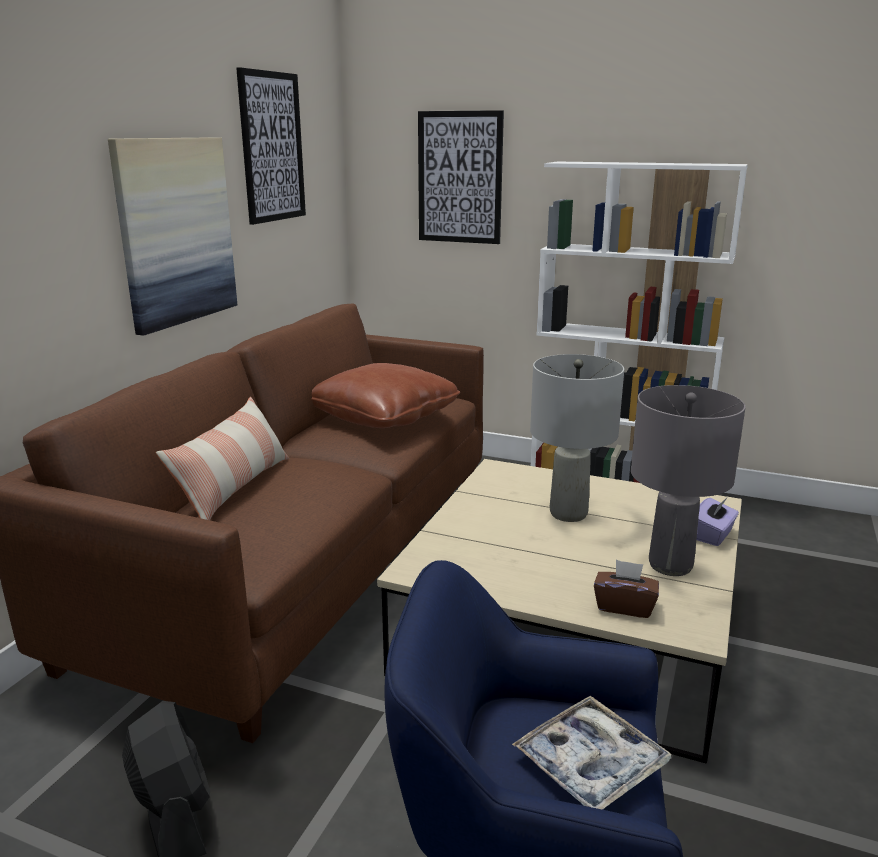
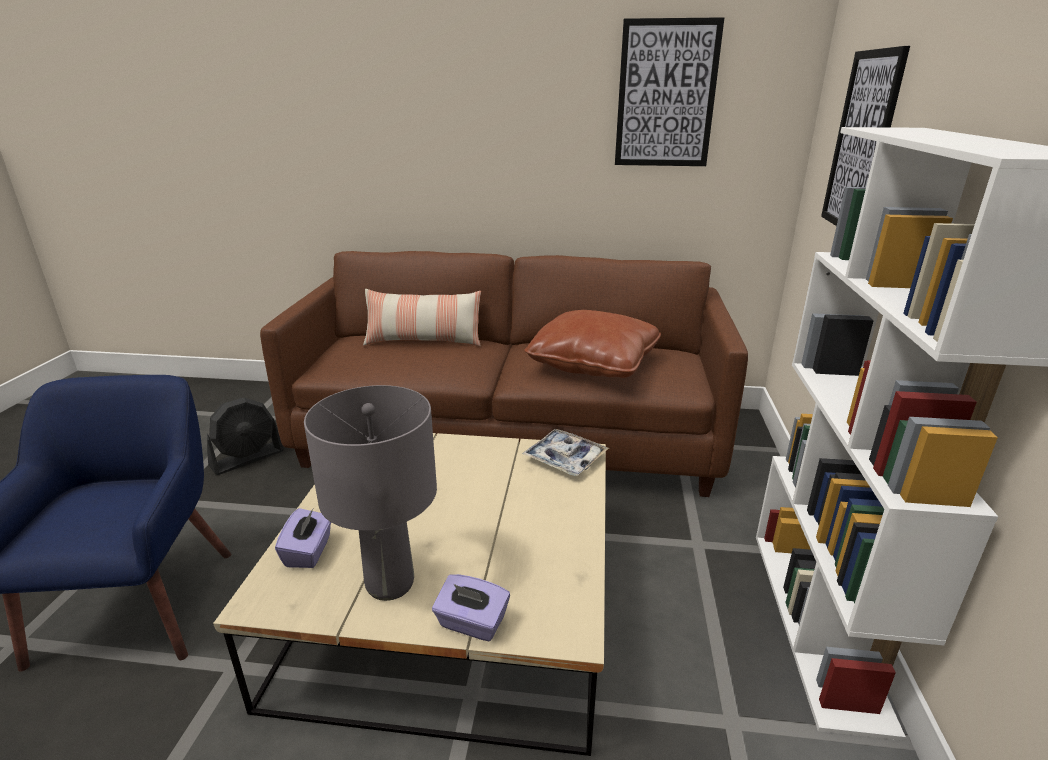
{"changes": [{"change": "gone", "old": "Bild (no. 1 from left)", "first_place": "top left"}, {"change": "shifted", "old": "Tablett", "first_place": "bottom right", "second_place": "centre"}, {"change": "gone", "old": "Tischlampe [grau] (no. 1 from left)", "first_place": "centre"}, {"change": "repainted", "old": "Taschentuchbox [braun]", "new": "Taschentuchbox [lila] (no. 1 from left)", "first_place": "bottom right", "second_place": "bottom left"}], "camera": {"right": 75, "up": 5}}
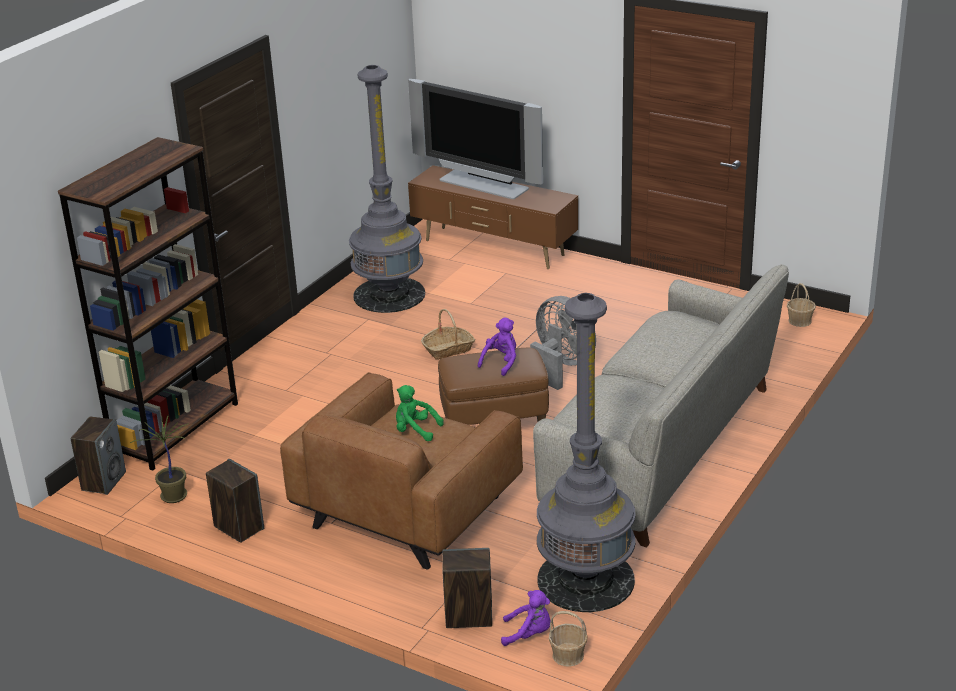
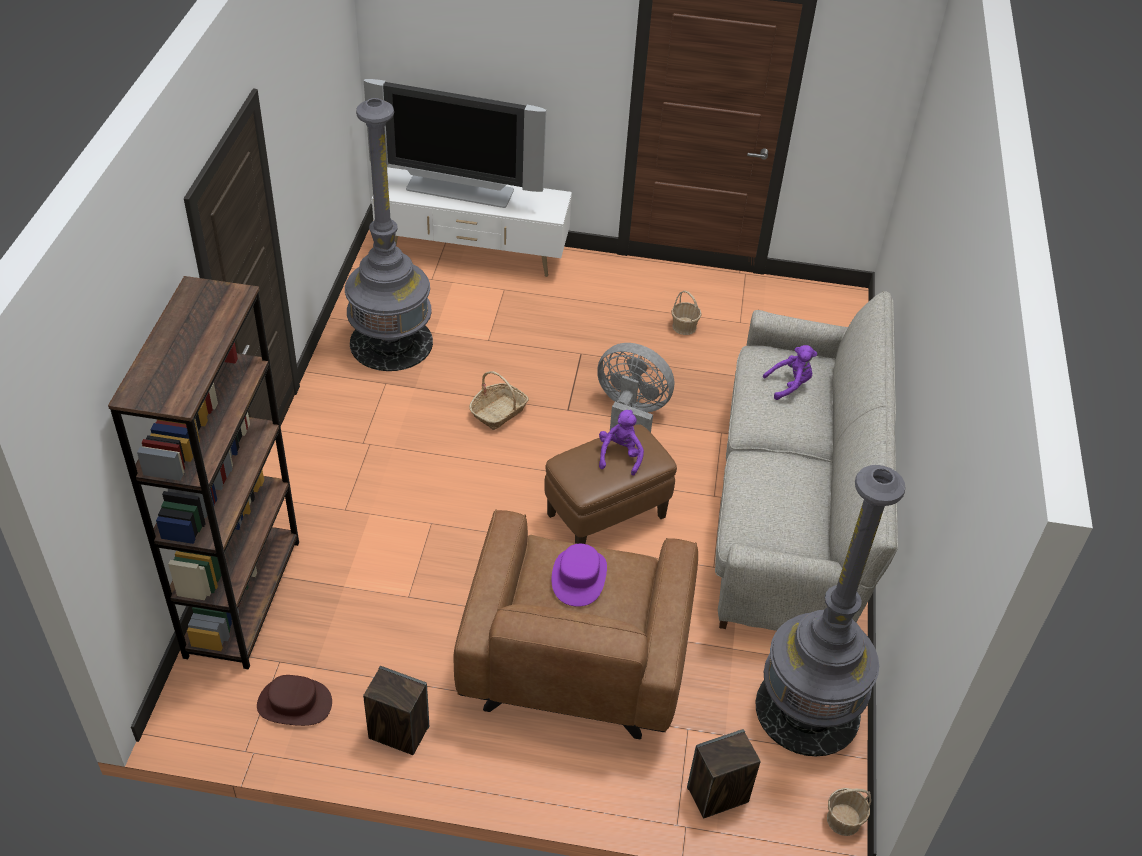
{"changes": [{"change": "gone", "old": "Lautsprecher (no. 1 from left)", "first_place": "middle left"}, {"change": "swapped", "old": "Topfpflanze", "new": "Hut [braun]", "first_place": "middle left", "second_place": "bottom left"}, {"change": "swapped", "old": "Plüschtier [grün]", "new": "Hut [lila]", "first_place": "centre", "second_place": "bottom centre"}, {"change": "repainted", "old": "Fernsehschrank [braun]", "new": "Fernsehschrank [weiß]", "first_place": "top centre", "second_place": "top centre"}, {"change": "shifted", "old": "Plüschtier [lila] (no. 2 from left)", "first_place": "bottom centre", "second_place": "middle right"}, {"change": "shifted", "old": "Korb (no. 3 from left in the first image)", "new": "Korb (no. 2 from left)", "first_place": "middle right", "second_place": "centre"}], "camera": {"right": -25, "up": 15}}
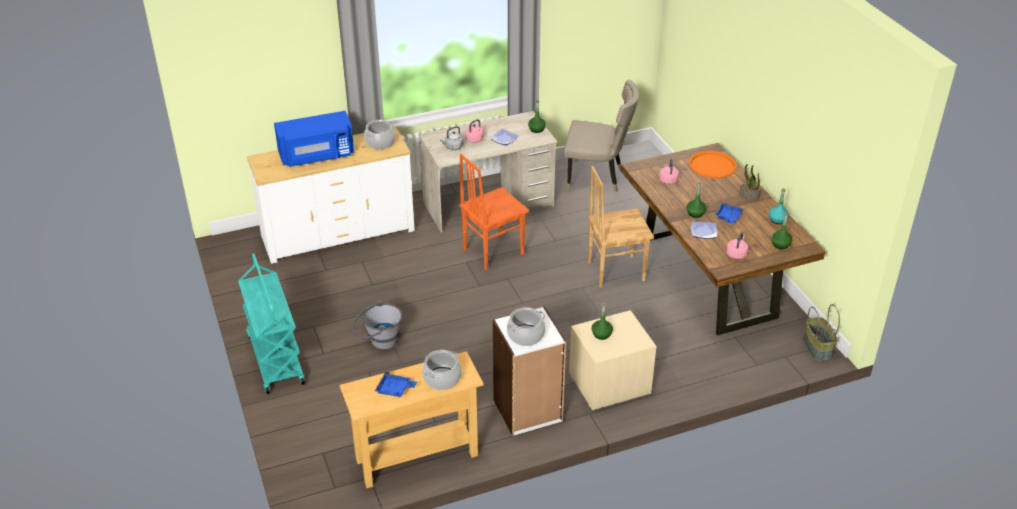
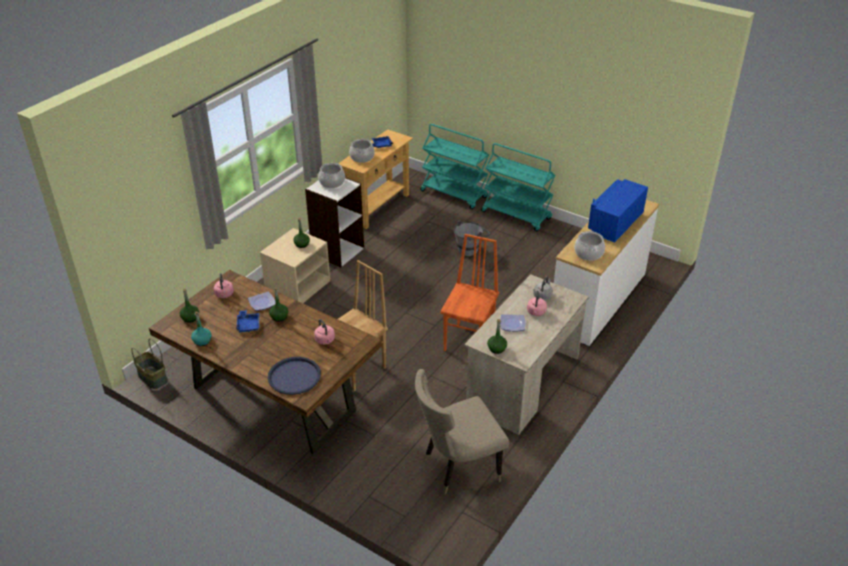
{"changes": [{"change": "repainted", "old": "Tablett [orange]", "new": "Tablett [blau] (no. 2 from left)", "first_place": "top right", "second_place": "centre"}, {"change": "gone", "old": "Topfpflanze", "first_place": "middle right"}, {"change": "new", "new": "Rollwagen [türkis] (no. 1 from left)", "second_place": "top centre"}], "camera": {"right": 145, "up": 0}}
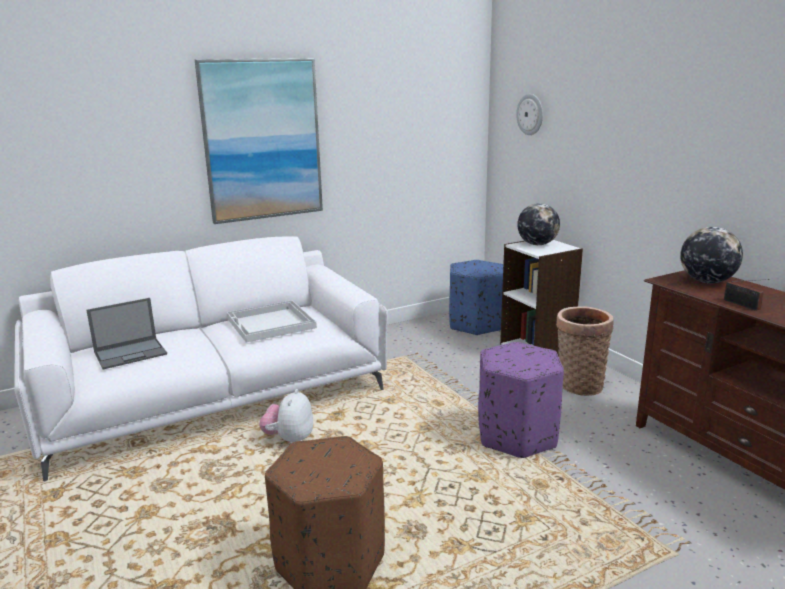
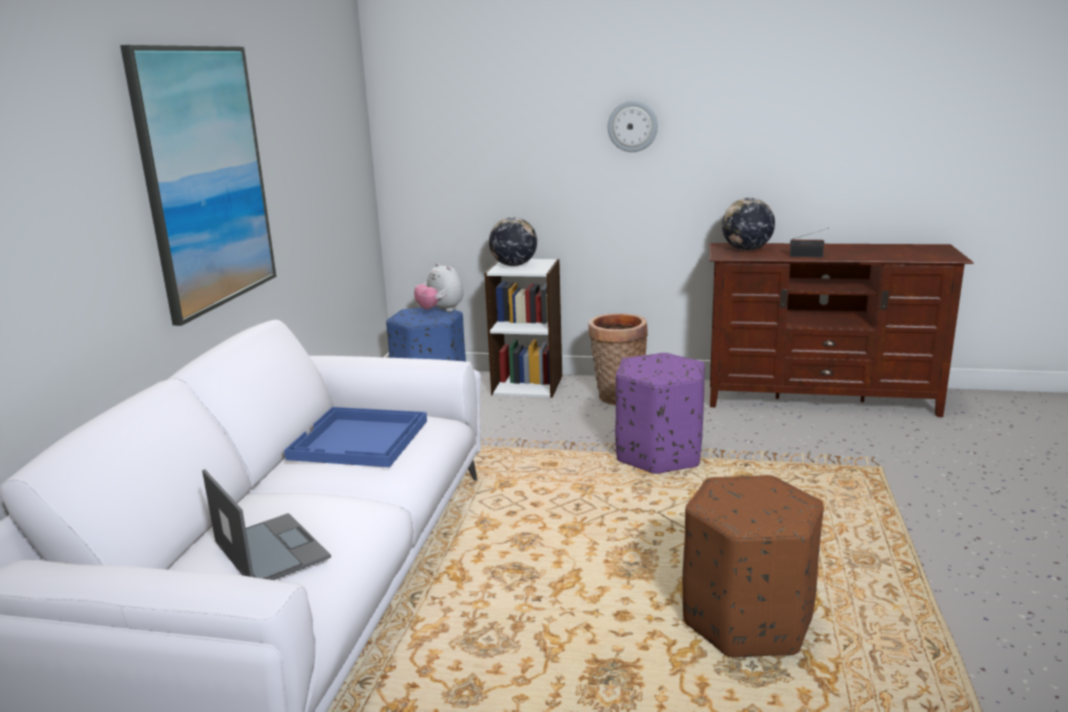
{"changes": [{"change": "rotated", "old": "Laptop", "first_place": "middle left", "second_place": "bottom left", "degrees": -45}, {"change": "repainted", "old": "Tablett [weiß]", "new": "Tablett [blau]", "first_place": "centre", "second_place": "middle left"}, {"change": "shifted", "old": "Plüschtier", "first_place": "bottom centre", "second_place": "centre"}, {"change": "shifted", "old": "Wanduhr", "first_place": "top right", "second_place": "top centre"}], "camera": {"right": -50, "up": 0}}
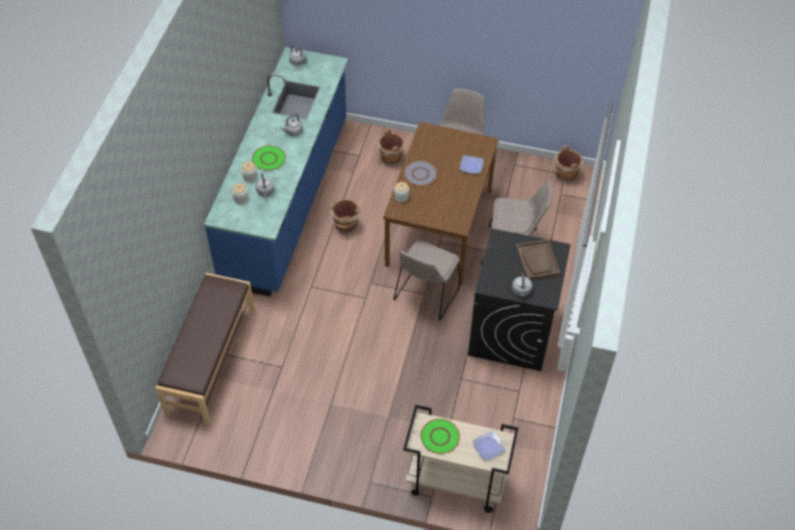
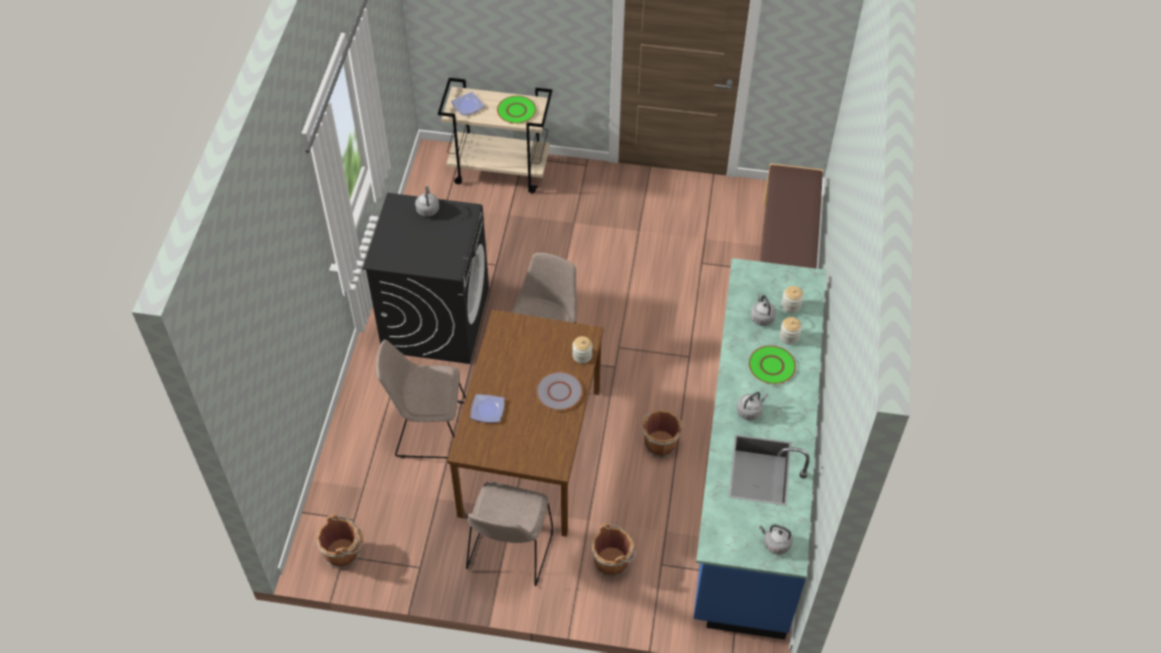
{"changes": [{"change": "gone", "old": "Tablett [braun]", "first_place": "middle right"}], "camera": {"right": 175, "up": 0}}
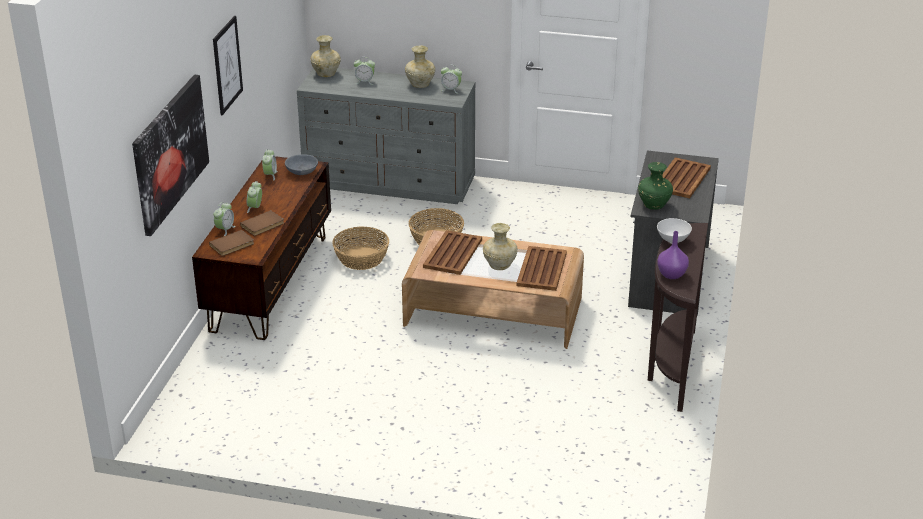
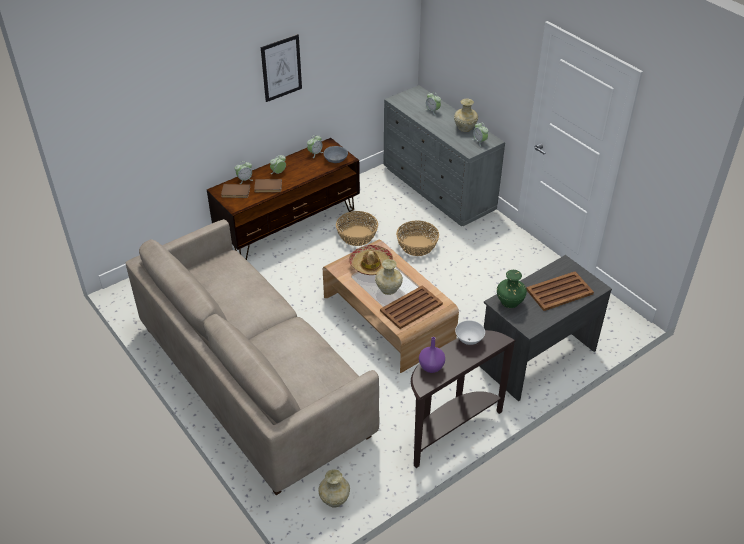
{"changes": [{"change": "gone", "old": "Bild (no. 1 from left)", "first_place": "top left"}, {"change": "shifted", "old": "Vase [beige] (no. 1 from left)", "first_place": "top centre", "second_place": "bottom centre"}, {"change": "swapped", "old": "Tablett [braun] (no. 1 from left)", "new": "Hut", "first_place": "centre", "second_place": "centre"}, {"change": "new", "new": "Sofa [beige]", "second_place": "centre"}], "camera": {"right": 40, "up": 10}}
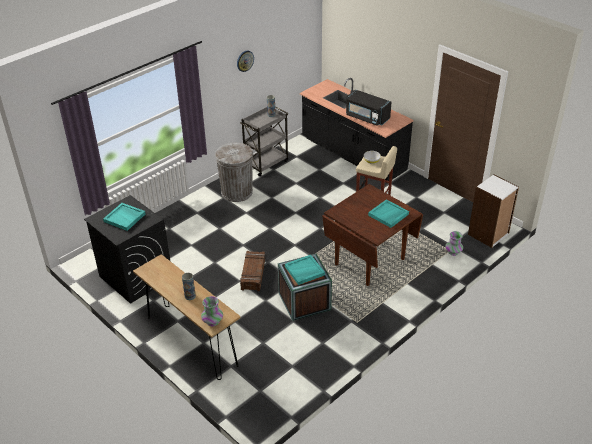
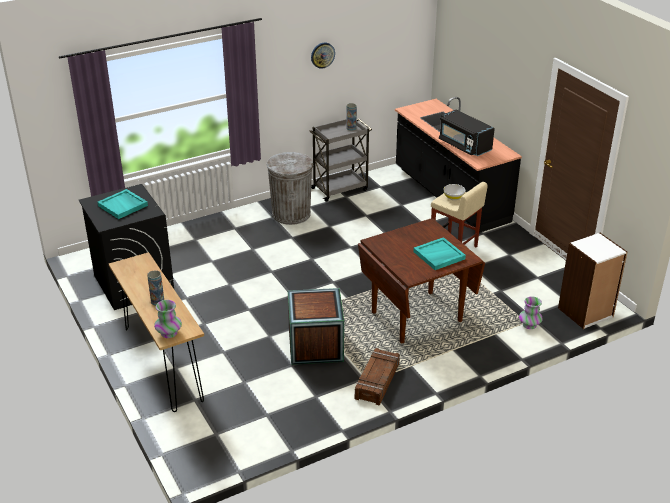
{"changes": [{"change": "shifted", "old": "Kiste (no. 1 from left in the first image)", "new": "Kiste (no. 2 from left)", "first_place": "centre", "second_place": "bottom centre"}, {"change": "gone", "old": "Tablett [türkis] (no. 2 from left)", "first_place": "centre"}], "camera": {"right": 15, "up": -5}}
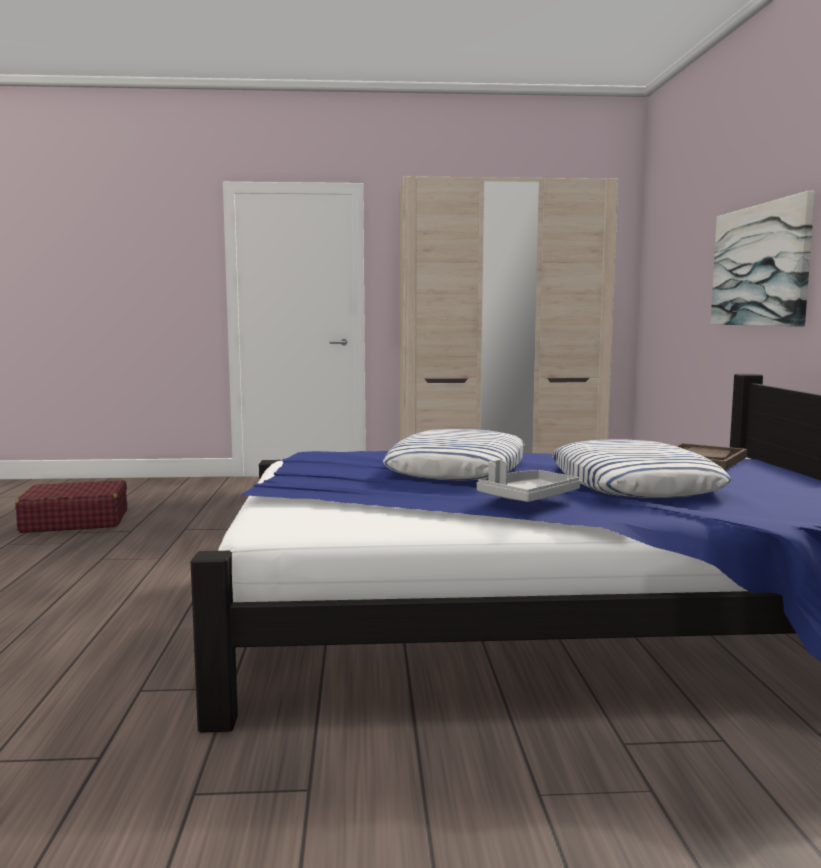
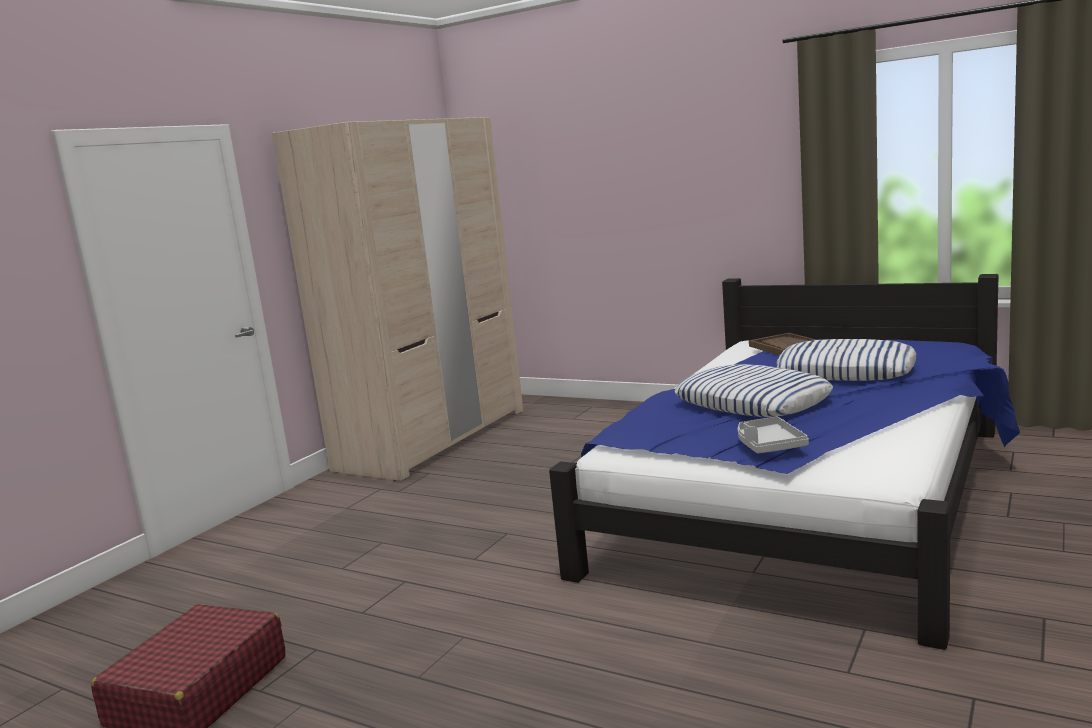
{"changes": [{"change": "shifted", "old": "Tablett [grau]", "first_place": "centre", "second_place": "middle right"}, {"change": "gone", "old": "Bild", "first_place": "top right"}], "camera": {"right": -55, "up": 5}}
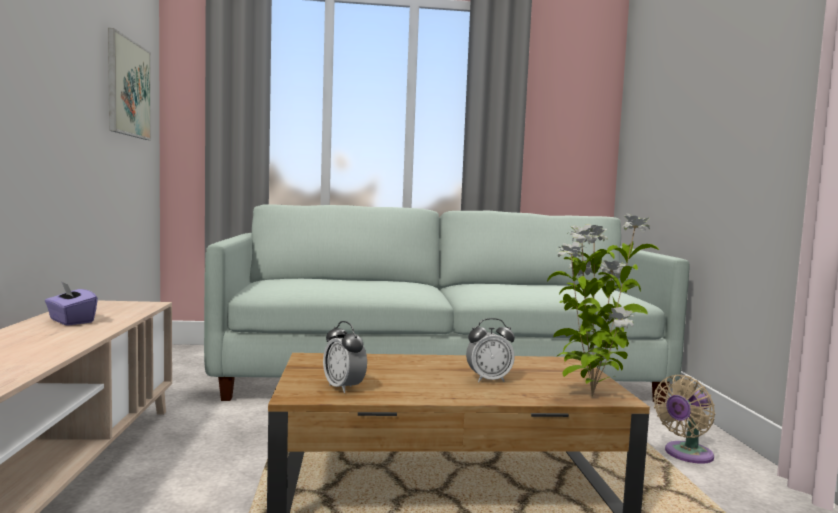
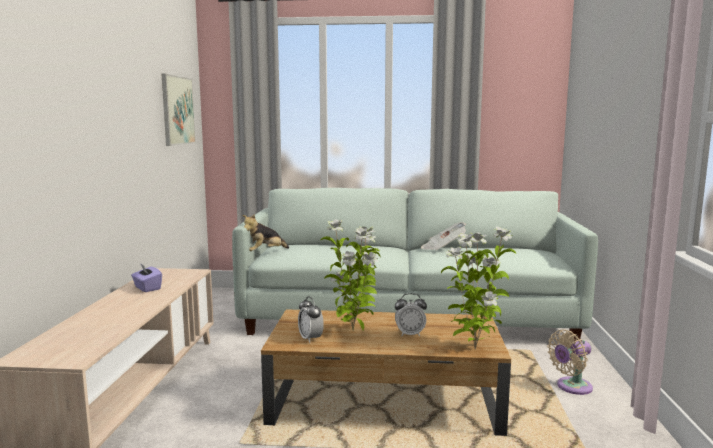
{"changes": [{"change": "new", "new": "Plüschtier", "second_place": "centre"}, {"change": "new", "new": "Topfpflanze (no. 1 from left)", "second_place": "centre"}, {"change": "new", "new": "Zeitung", "second_place": "centre"}], "camera": {"right": 10, "up": 5}}
